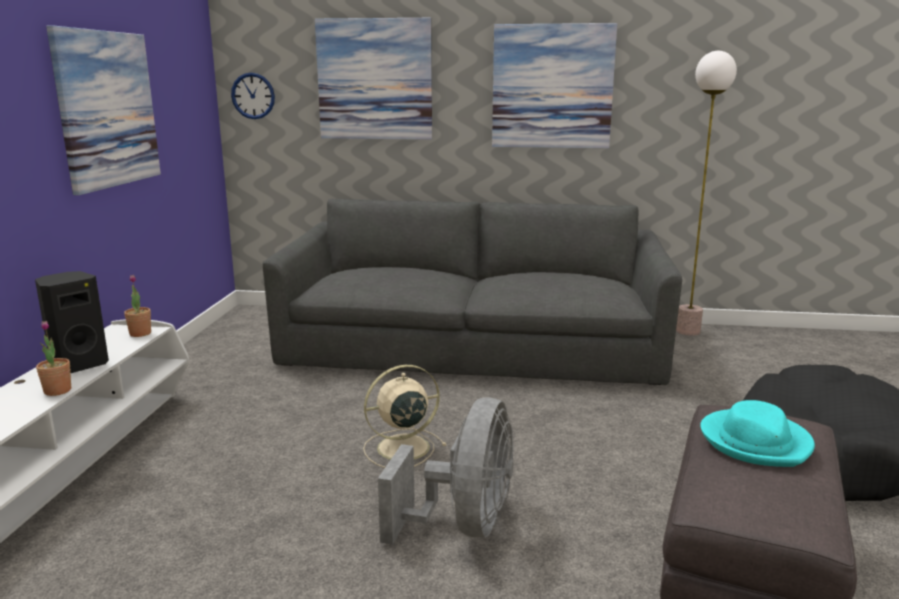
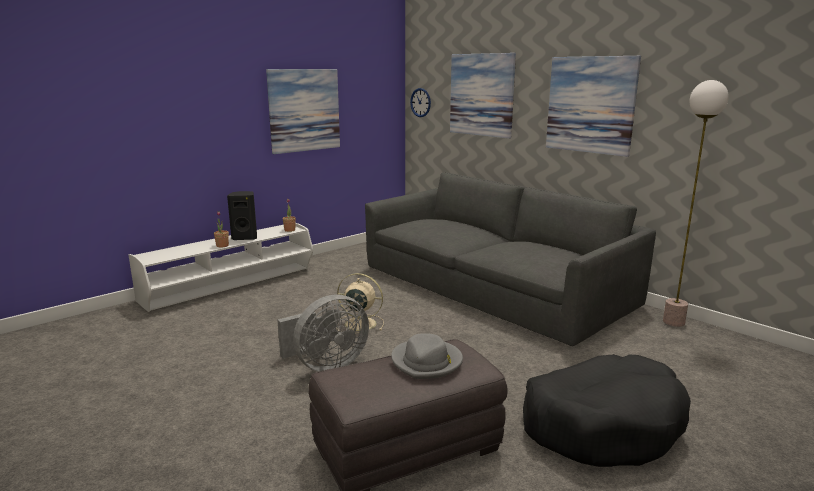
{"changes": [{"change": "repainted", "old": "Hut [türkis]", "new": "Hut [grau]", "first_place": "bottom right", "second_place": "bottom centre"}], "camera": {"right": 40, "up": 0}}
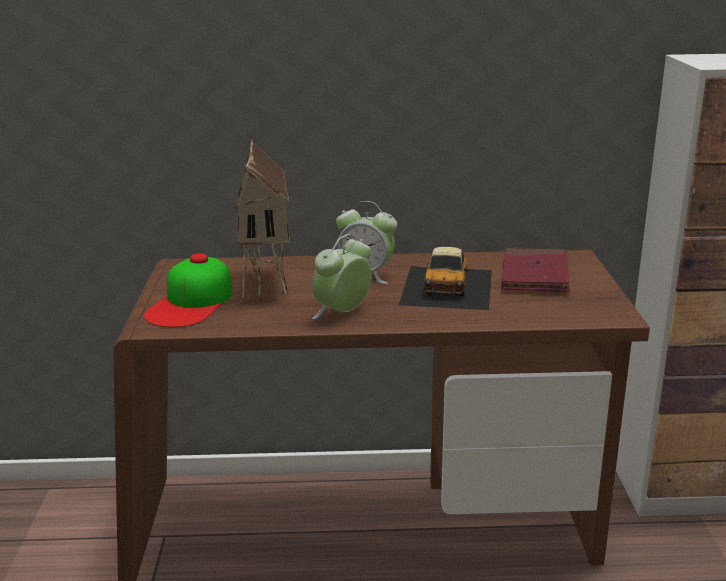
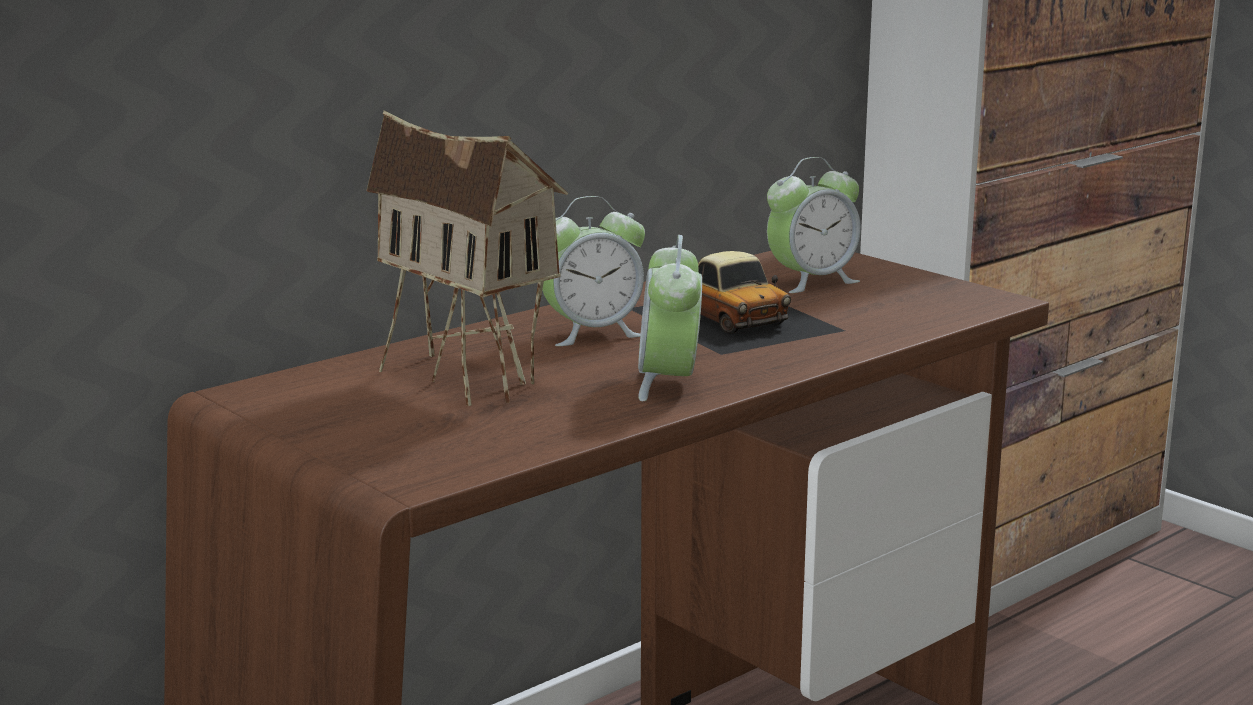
{"changes": [{"change": "gone", "old": "Kappe", "first_place": "middle left"}, {"change": "swapped", "old": "Buch [rot]", "new": "Wecker (no. 3 from left)", "first_place": "middle right", "second_place": "top centre"}], "camera": {"right": -40, "up": -5}}
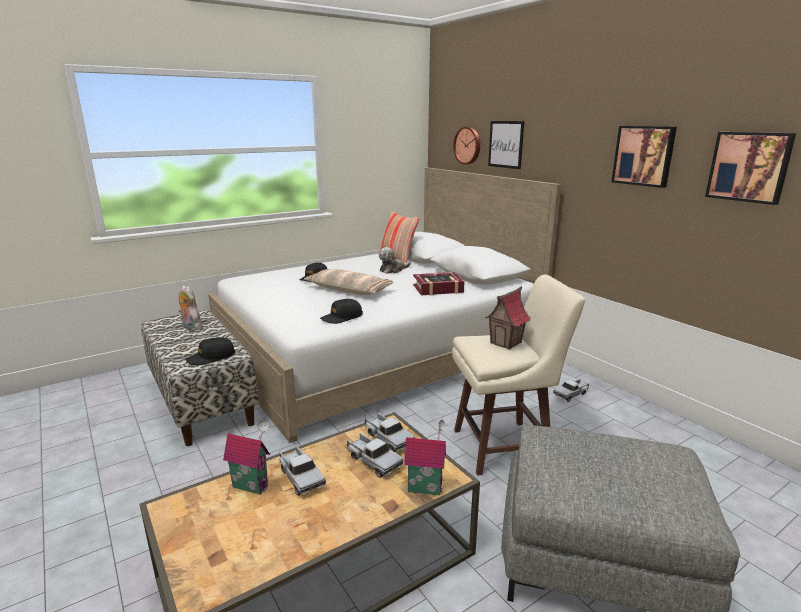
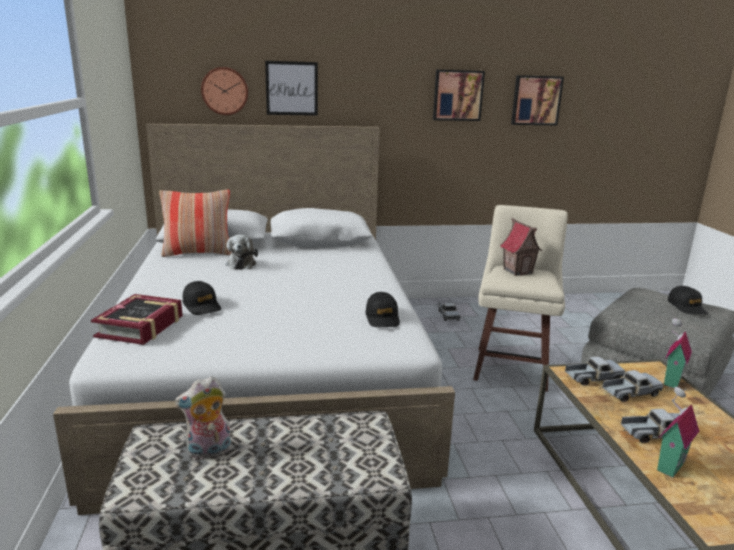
{"changes": [{"change": "shifted", "old": "Kappe [schwarz] (no. 1 from left in the first image)", "new": "Kappe [schwarz] (no. 3 from left)", "first_place": "middle left", "second_place": "middle right"}, {"change": "gone", "old": "Kissen (no. 1 from left)", "first_place": "centre"}, {"change": "shifted", "old": "Buch", "first_place": "centre", "second_place": "middle left"}], "camera": {"right": -65, "up": 0}}
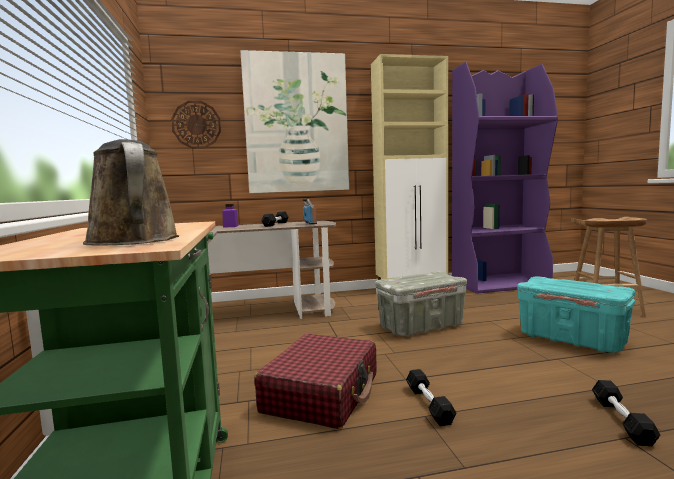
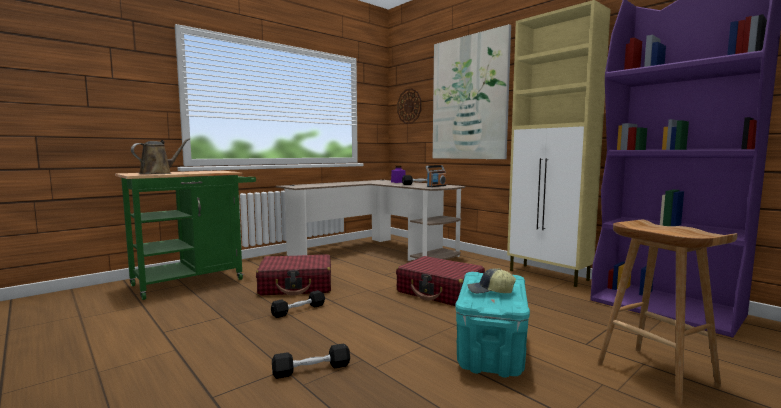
{"changes": [{"change": "swapped", "old": "Aufbewahrungsbox [grau]", "new": "Koffer [rot] (no. 2 from left)", "first_place": "centre", "second_place": "bottom centre"}, {"change": "new", "new": "Kappe", "second_place": "bottom centre"}], "camera": {"right": 60, "up": 0}}
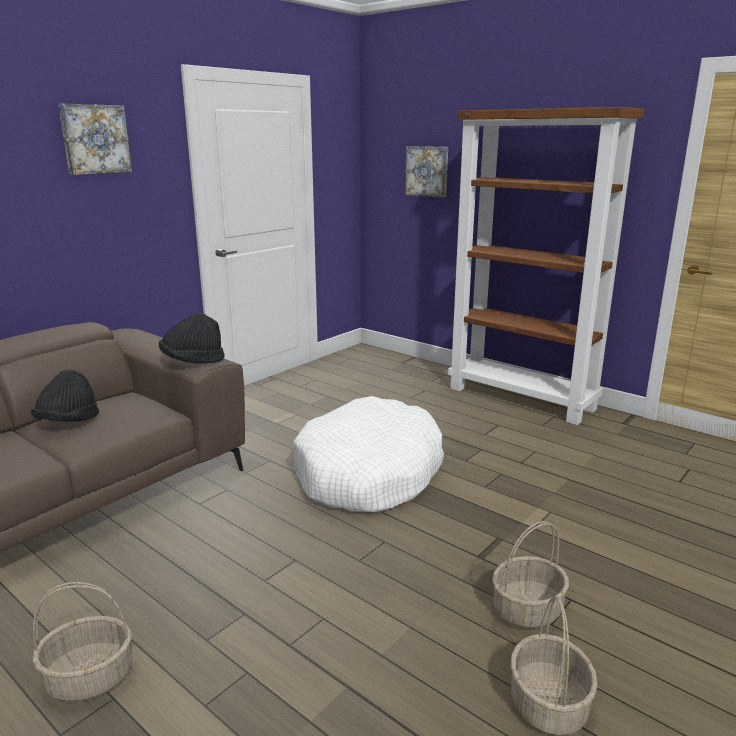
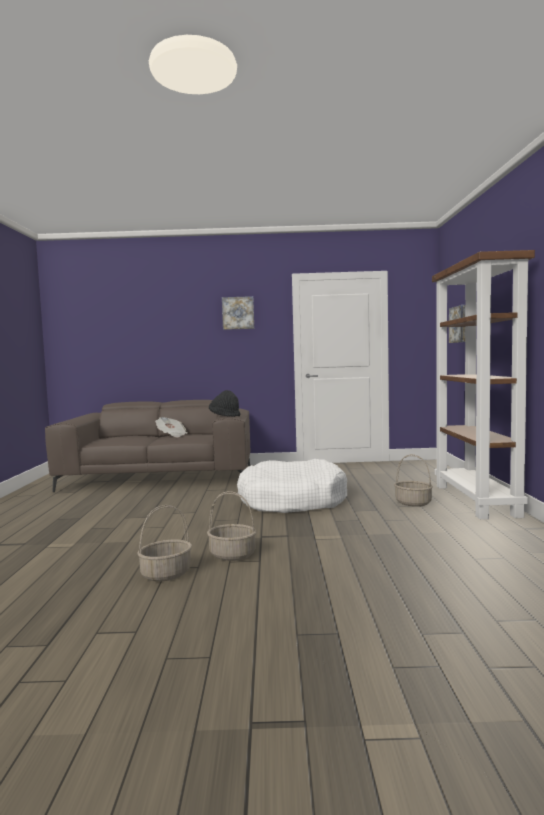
{"changes": [{"change": "swapped", "old": "Hut [schwarz] (no. 1 from left)", "new": "Zeitung", "first_place": "middle left", "second_place": "middle left"}, {"change": "shifted", "old": "Korb (no. 1 from left in the first image)", "new": "Korb (no. 3 from left)", "first_place": "bottom left", "second_place": "middle right"}], "camera": {"right": 50, "up": -15}}
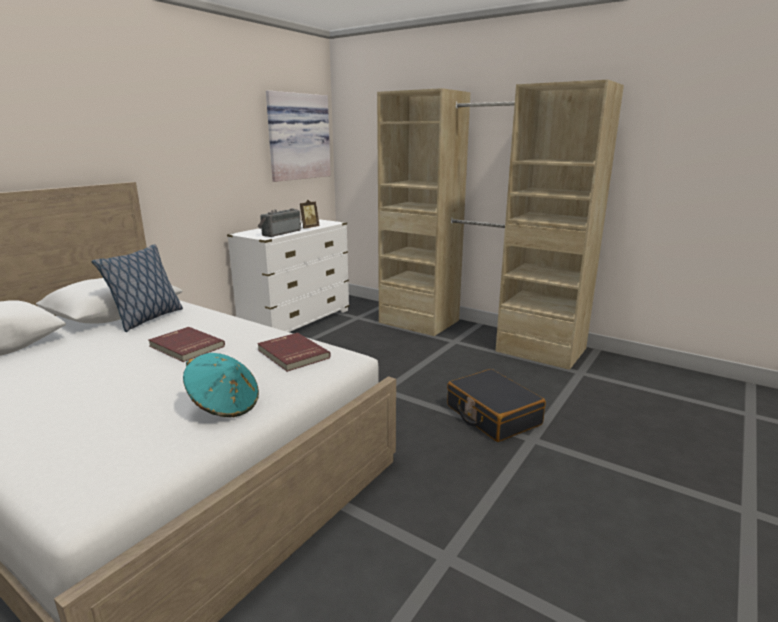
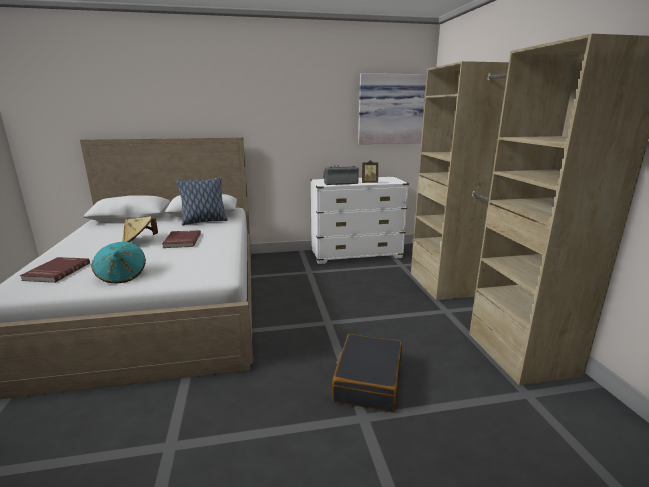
{"changes": [{"change": "shifted", "old": "Buch [rot] (no. 2 from left in the first image)", "new": "Buch [rot] (no. 1 from left)", "first_place": "centre", "second_place": "middle left"}, {"change": "new", "new": "Hut [beige]", "second_place": "middle left"}], "camera": {"right": 45, "up": 0}}
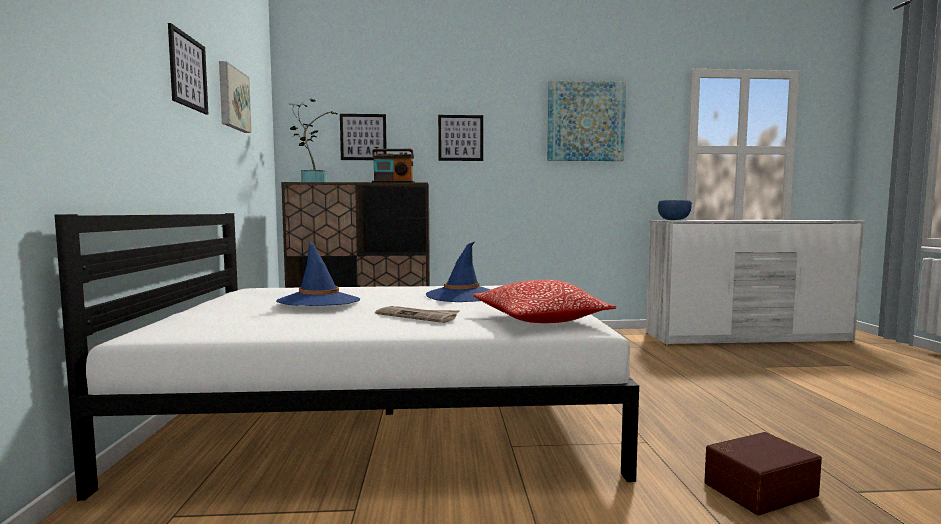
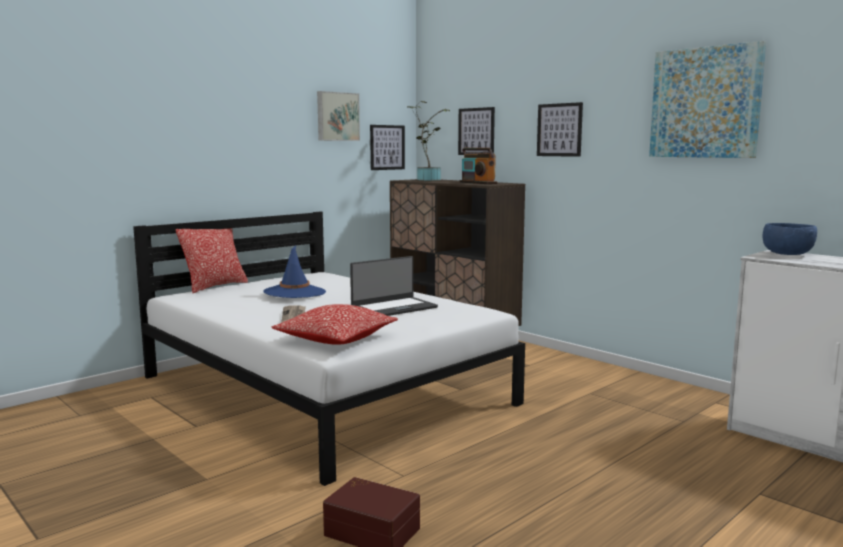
{"changes": [{"change": "shifted", "old": "Bild (no. 1 from left in the first image)", "new": "Bild (no. 2 from left)", "first_place": "top left", "second_place": "top centre"}, {"change": "swapped", "old": "Hut [blau] (no. 2 from left)", "new": "Laptop", "first_place": "centre", "second_place": "centre"}, {"change": "new", "new": "Kissen (no. 1 from left)", "second_place": "middle left"}], "camera": {"right": 50, "up": 5}}
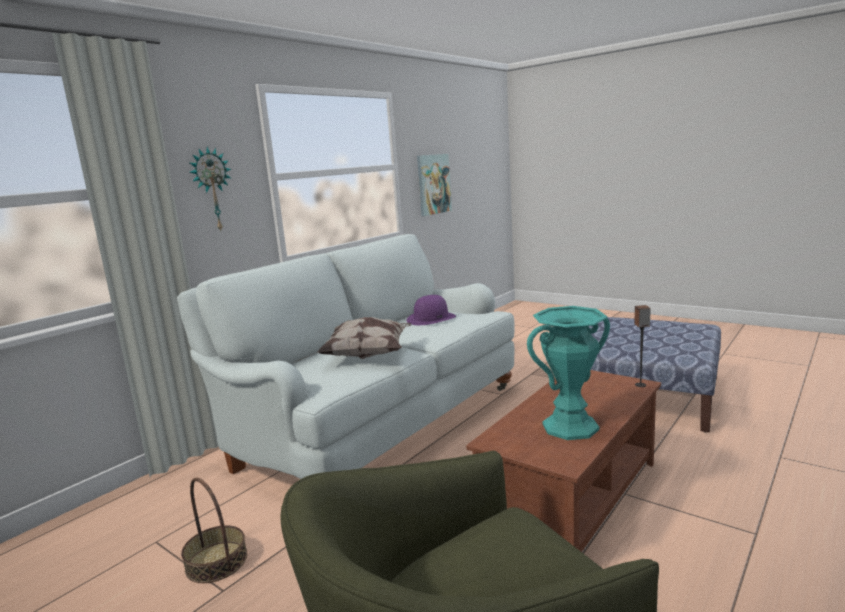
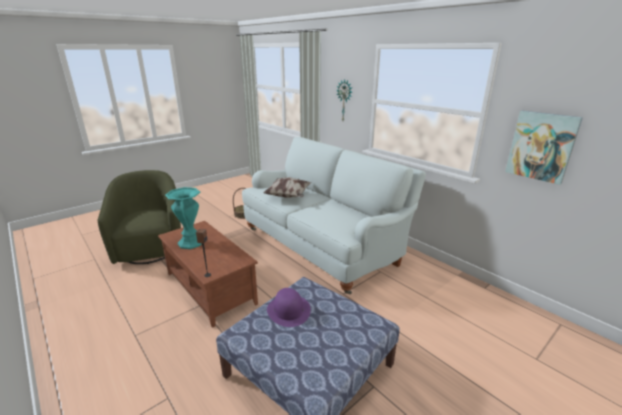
{"changes": [{"change": "shifted", "old": "Hut [lila]", "first_place": "centre", "second_place": "bottom centre"}], "camera": {"right": 100, "up": 10}}
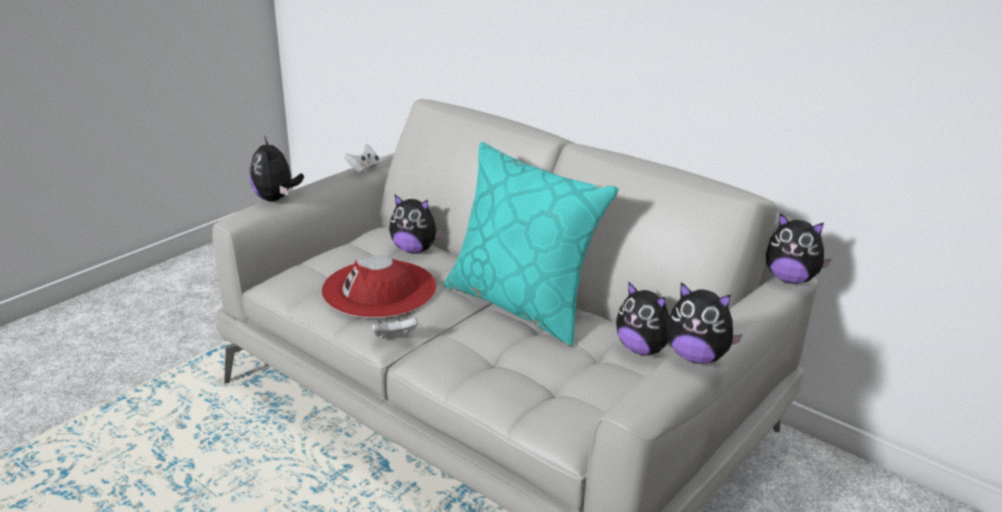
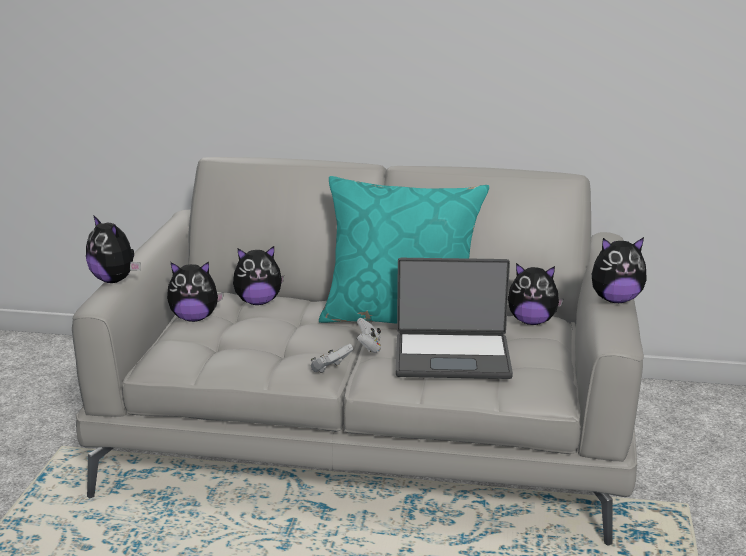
{"changes": [{"change": "gone", "old": "Hut [rot]", "first_place": "centre"}, {"change": "shifted", "old": "Gamepad [weiß] (no. 1 from left in the first image)", "new": "Gamepad [weiß] (no. 2 from left)", "first_place": "top centre", "second_place": "centre"}, {"change": "shifted", "old": "Plüschtier (no. 5 from left in the first image)", "new": "Plüschtier (no. 2 from left)", "first_place": "middle right", "second_place": "middle left"}, {"change": "new", "new": "Laptop", "second_place": "centre"}], "camera": {"right": -30, "up": -5}}
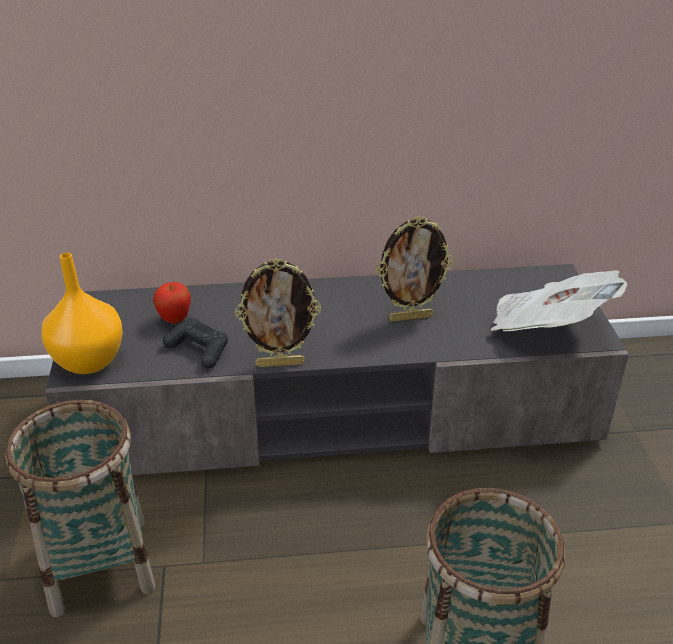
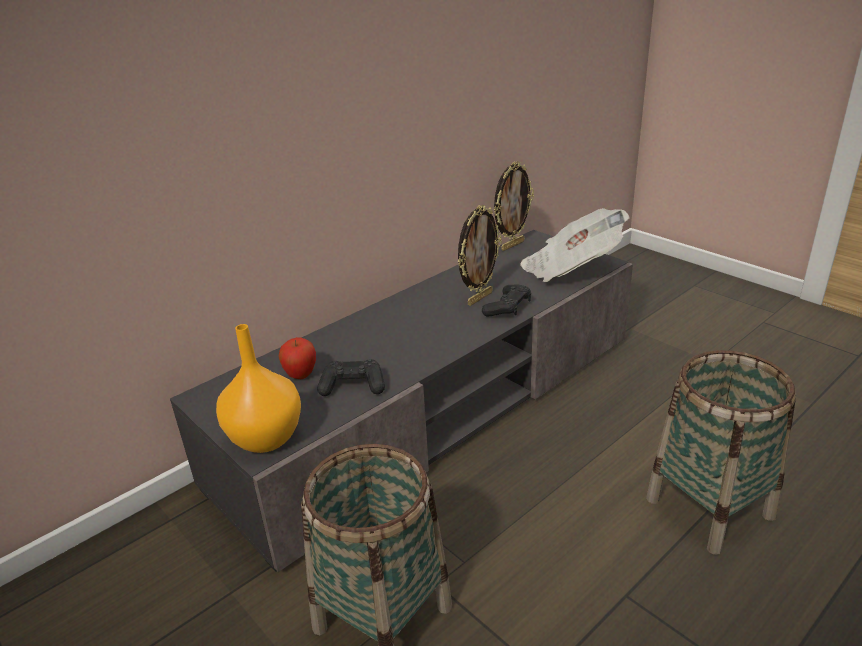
{"changes": [{"change": "shifted", "old": "Bilderrahmen (no. 1 from left in the first image)", "new": "Bilderrahmen (no. 2 from left)", "first_place": "centre", "second_place": "top centre"}, {"change": "new", "new": "Gamepad [schwarz] (no. 2 from left)", "second_place": "centre"}], "camera": {"right": -35, "up": -5}}
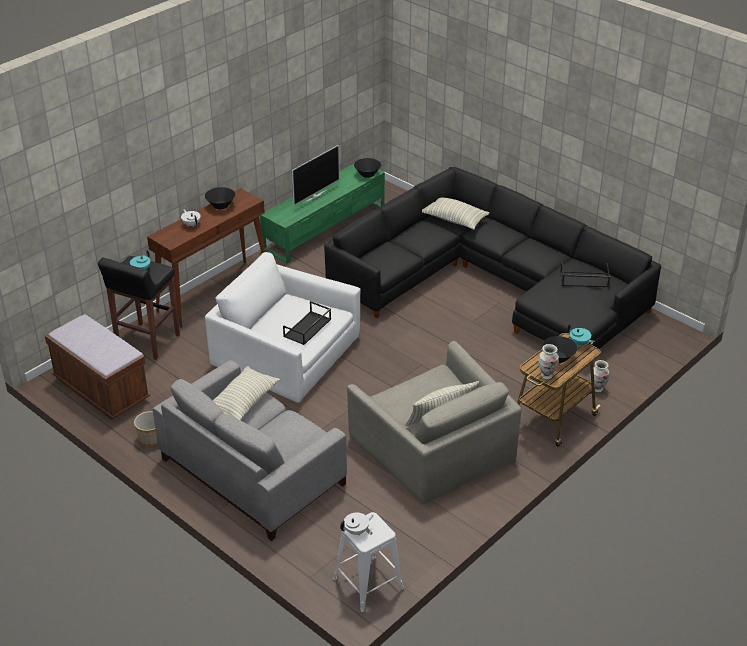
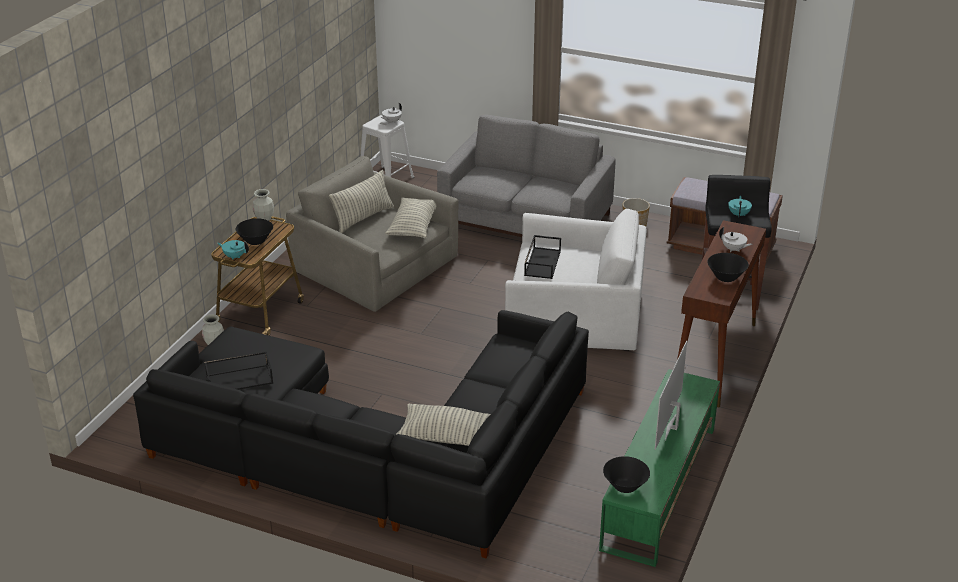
{"changes": [{"change": "shifted", "old": "Kissen (no. 1 from left in the first image)", "new": "Kissen (no. 2 from left)", "first_place": "middle left", "second_place": "centre"}], "camera": {"right": 160, "up": -5}}
